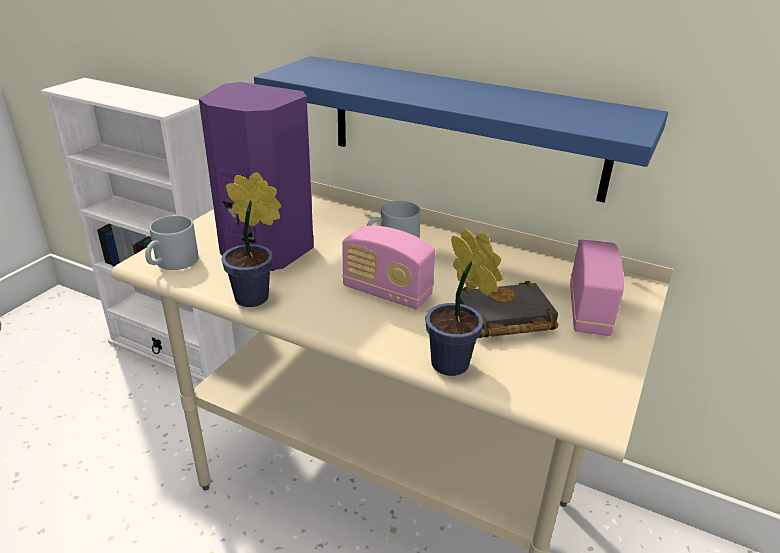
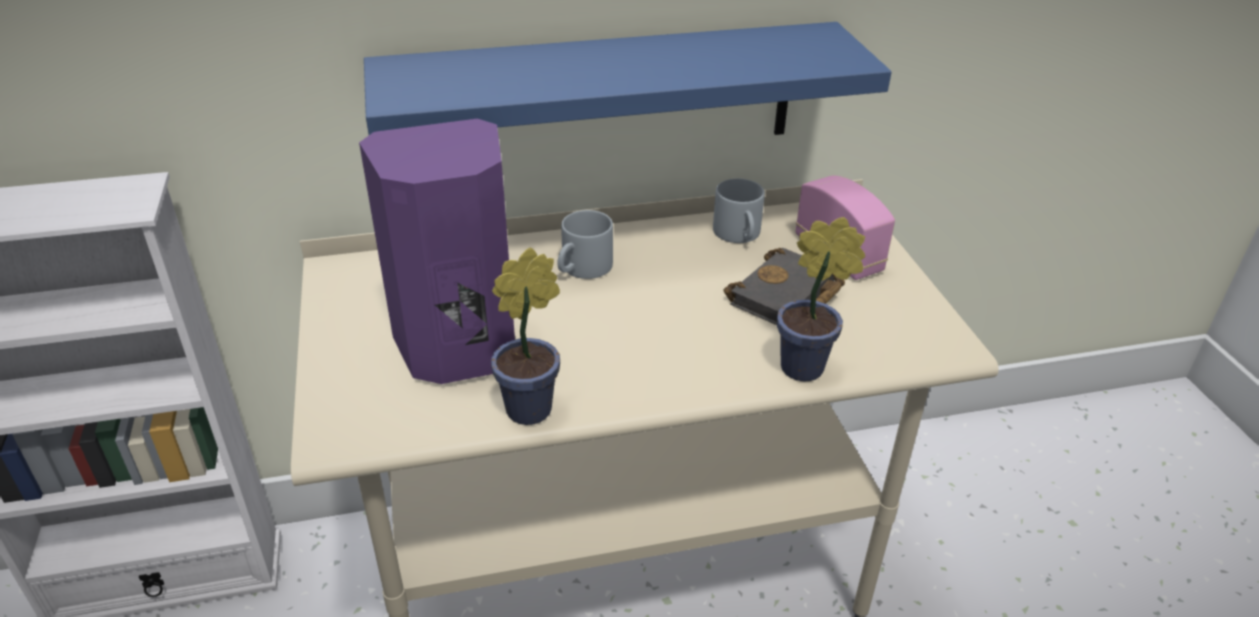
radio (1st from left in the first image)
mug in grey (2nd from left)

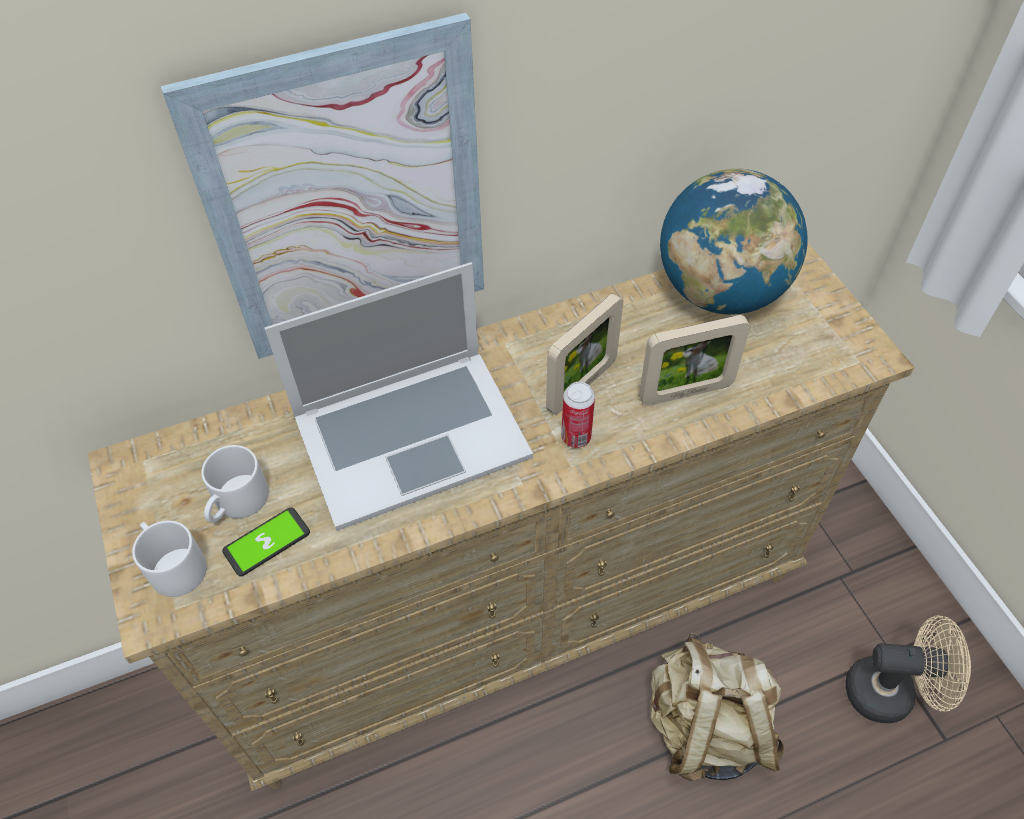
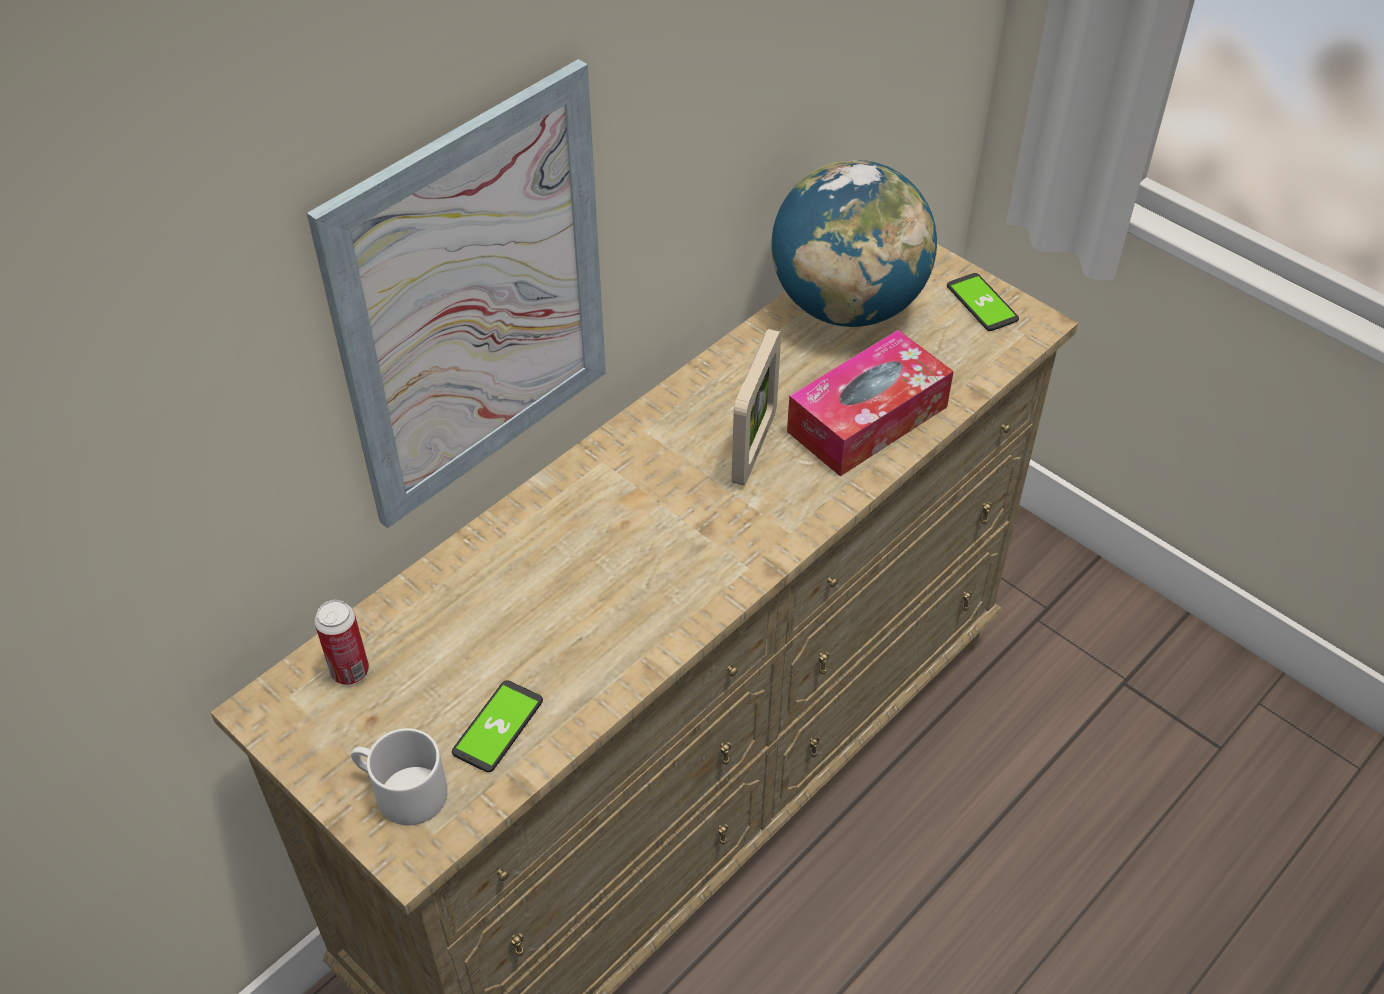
mug in white (2nd from left in the first image)
laptop
backpack in beige
fan in beige
phone (2nd from left)
can
tissue box

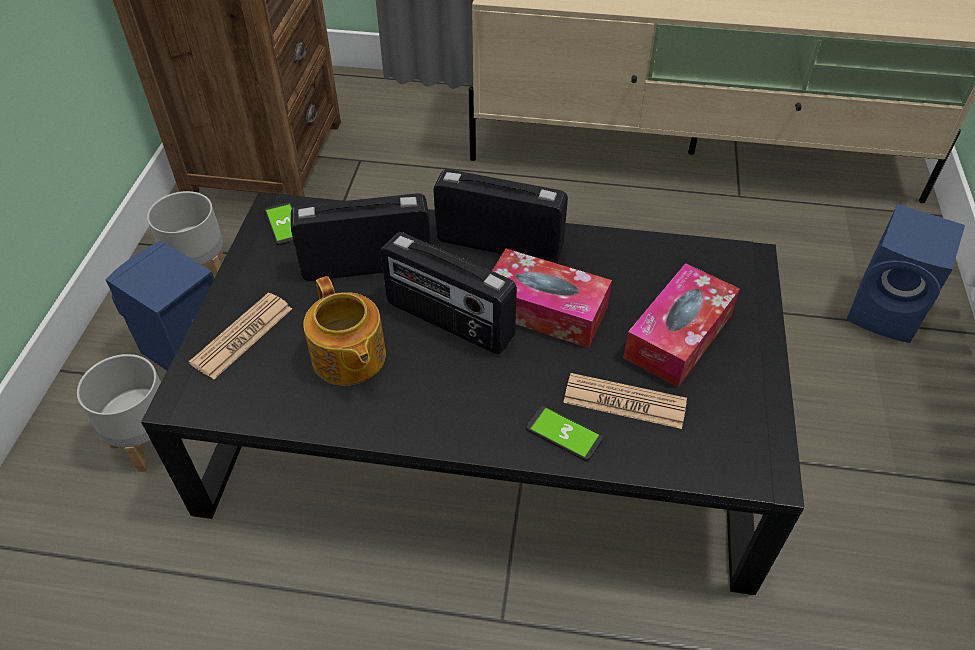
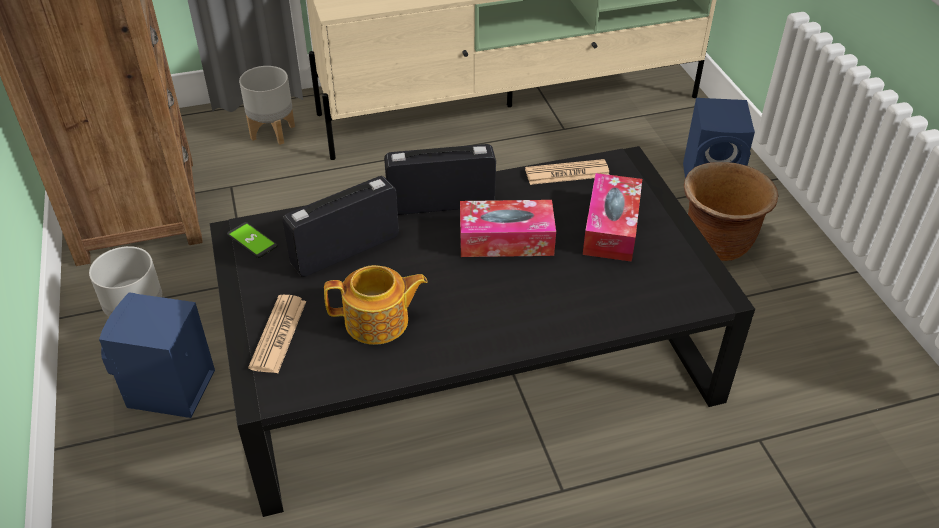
radio (2nd from left in the first image)
phone (2nd from left in the first image)
planter in brown
planter in grey (2nd from left)
newspaper (2nd from left)
teapot

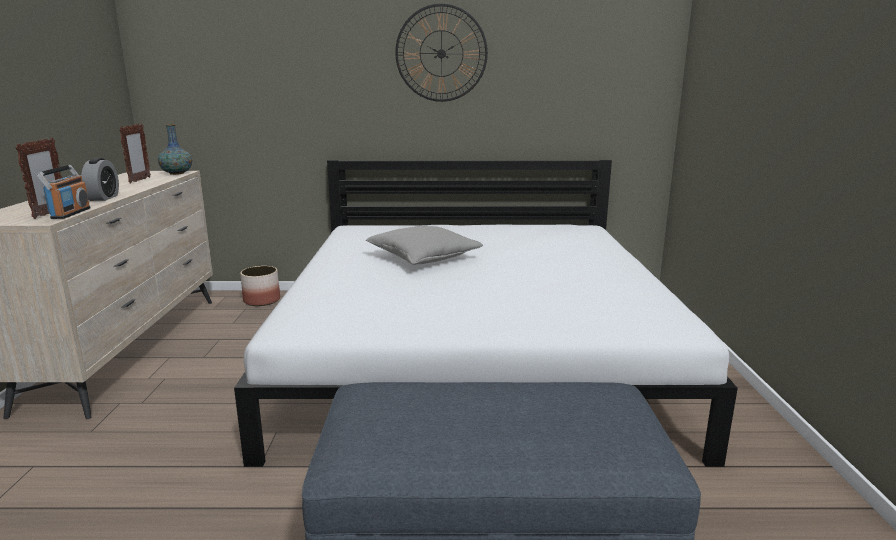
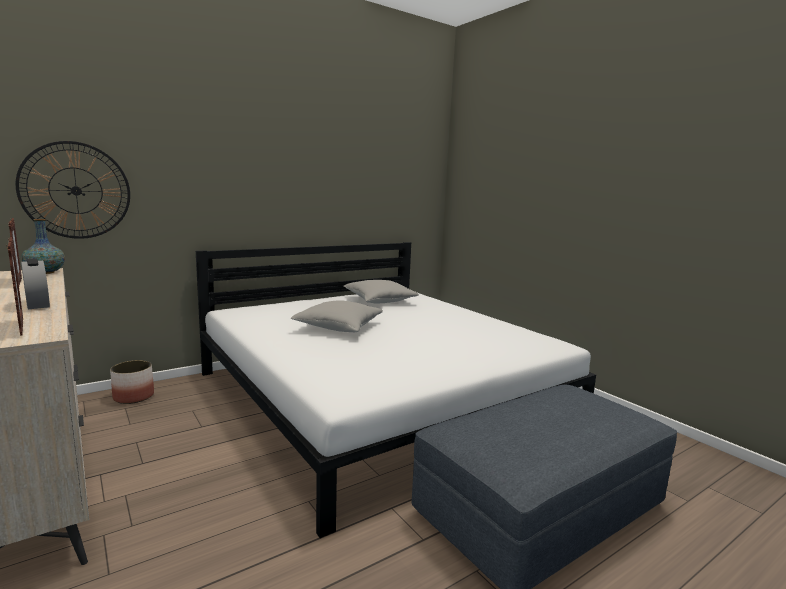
radio
pillow in grey (2nd from left)
wall clock

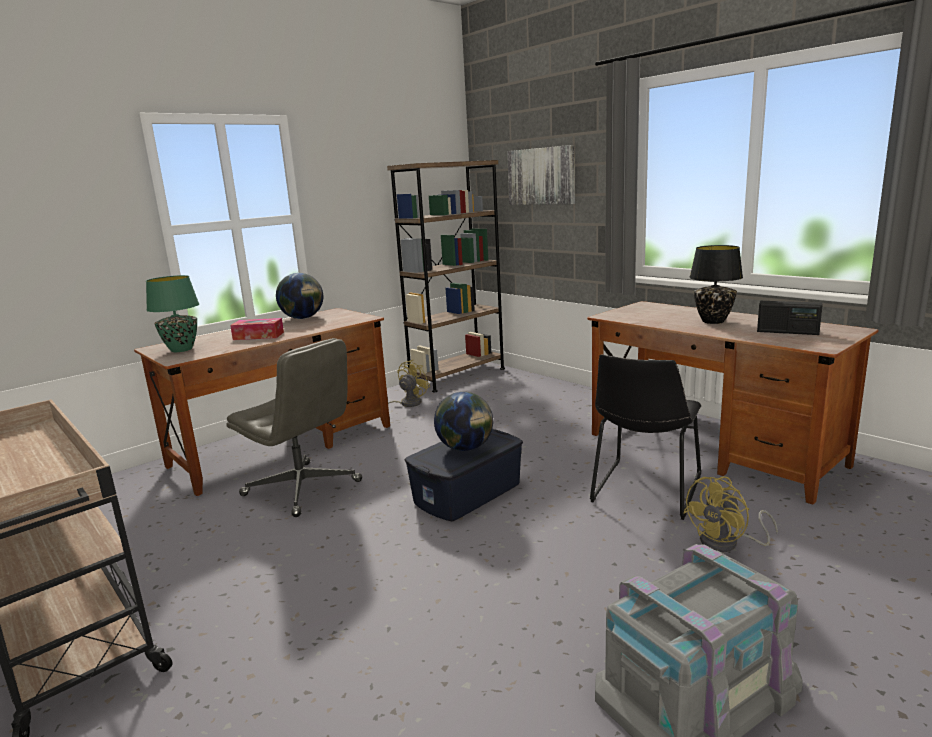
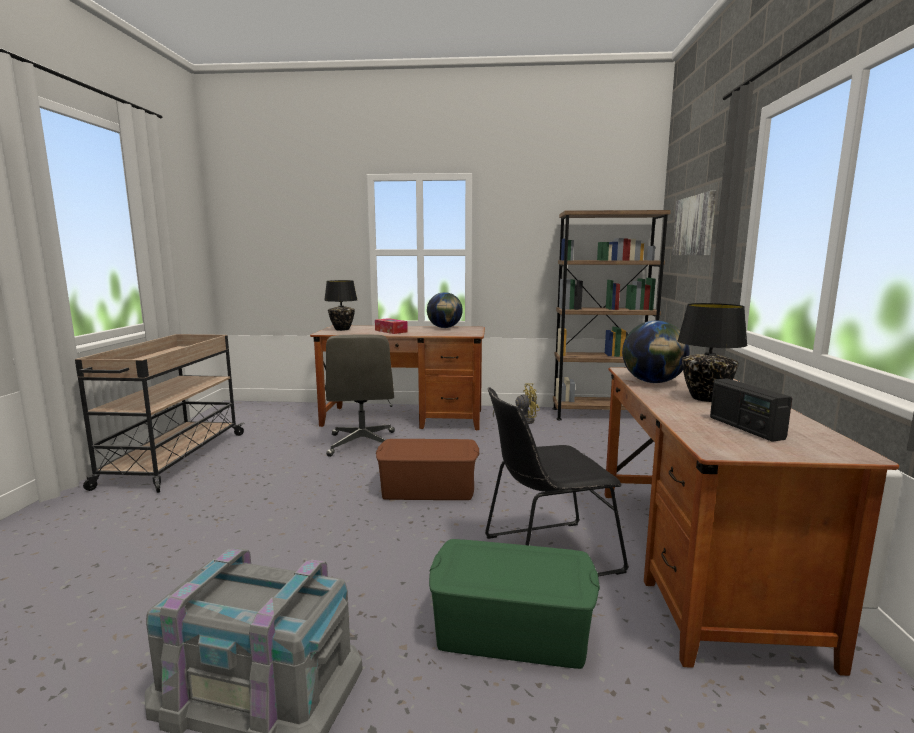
globe (2nd from left)
storage box in green
table lamp in black (1st from left)
storage box in brown

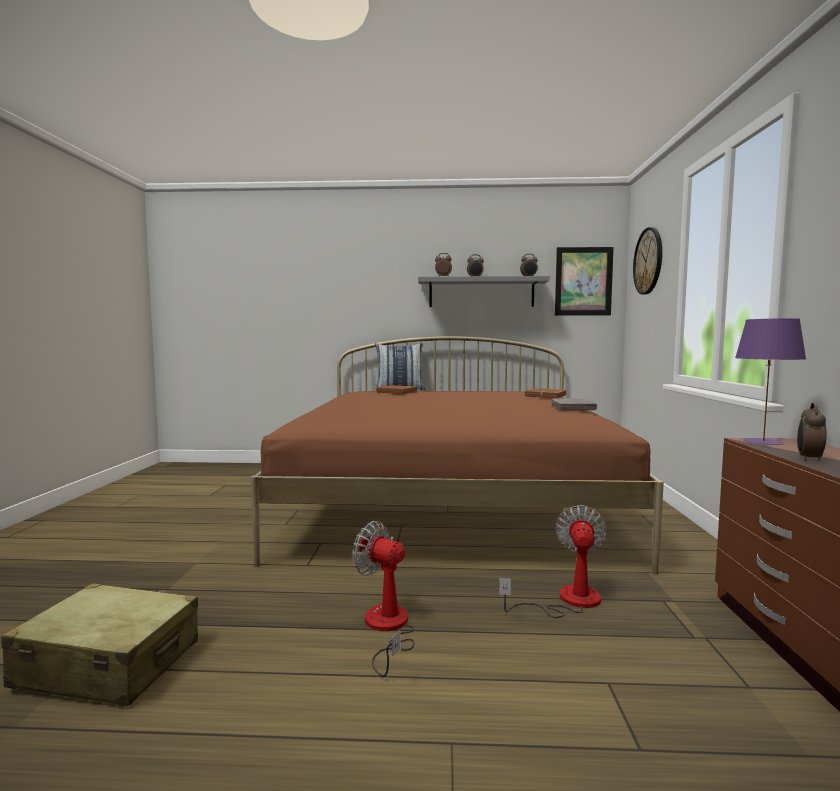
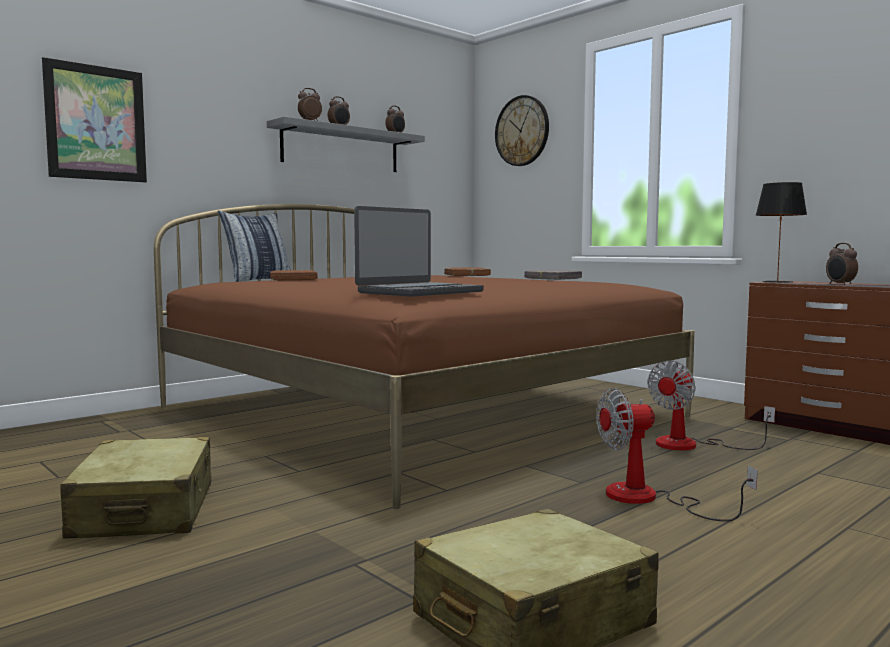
suitcase in beige (1st from left)
laptop
picture
table lamp in black
fan (2nd from left)

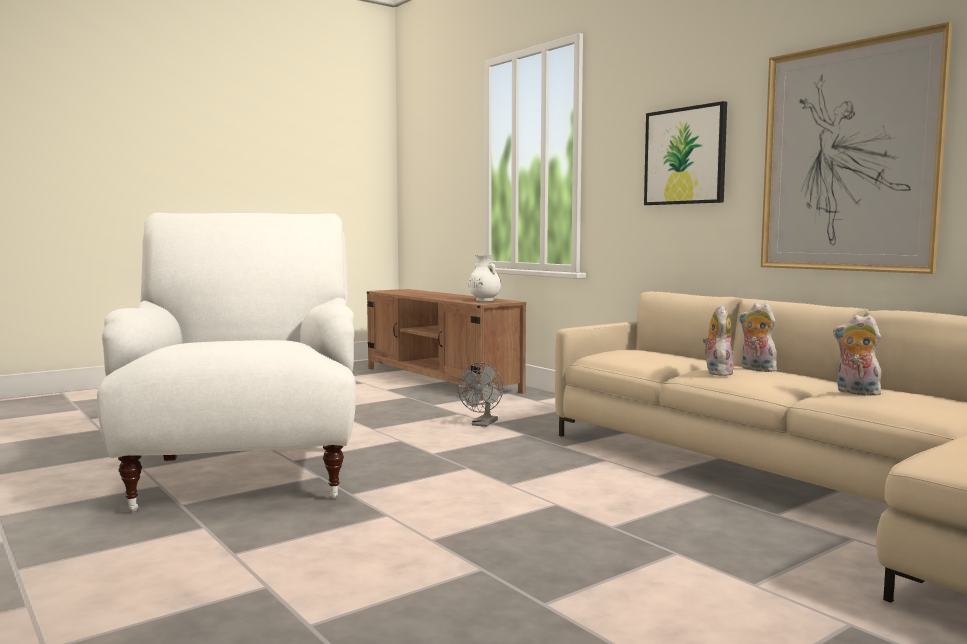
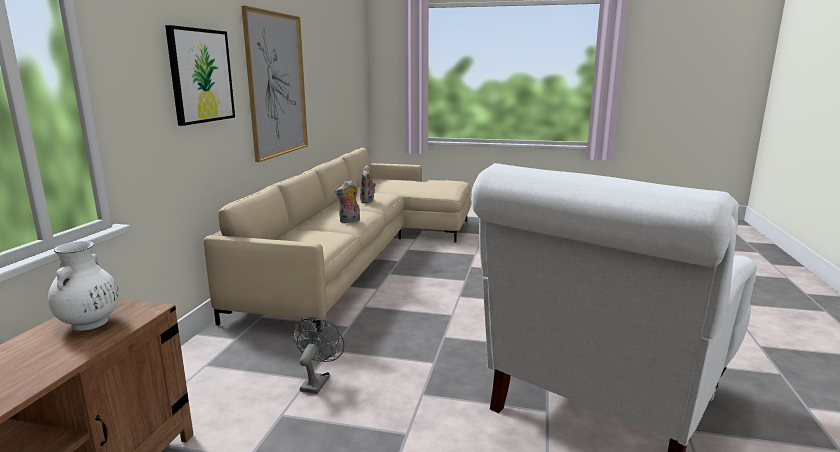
plush toy (2nd from left in the first image)
fan in grey

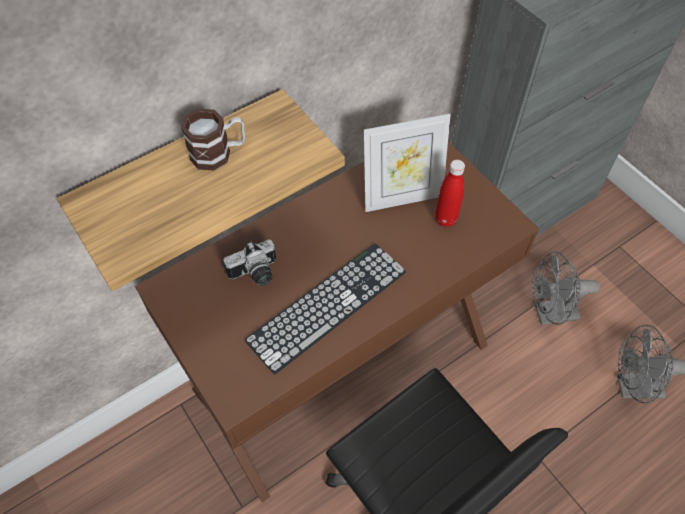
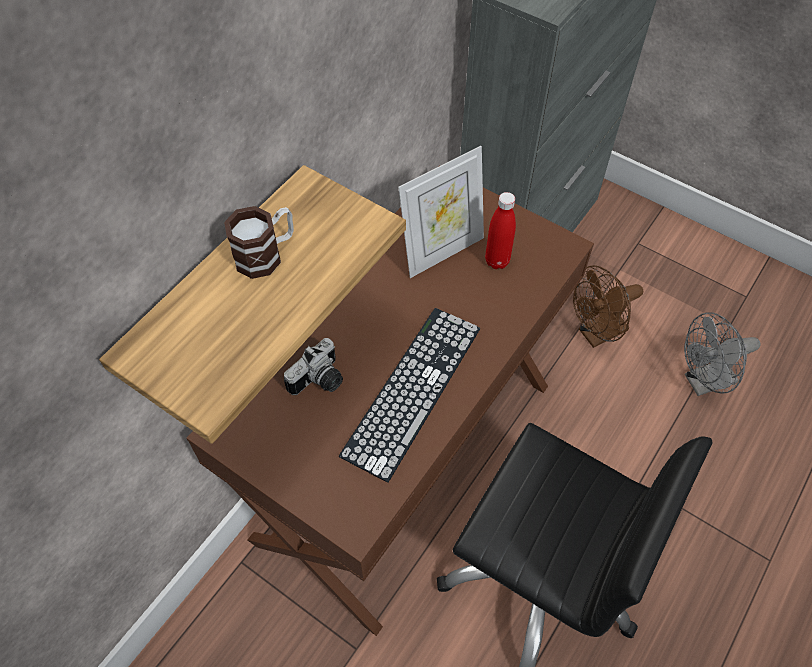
fan in brown

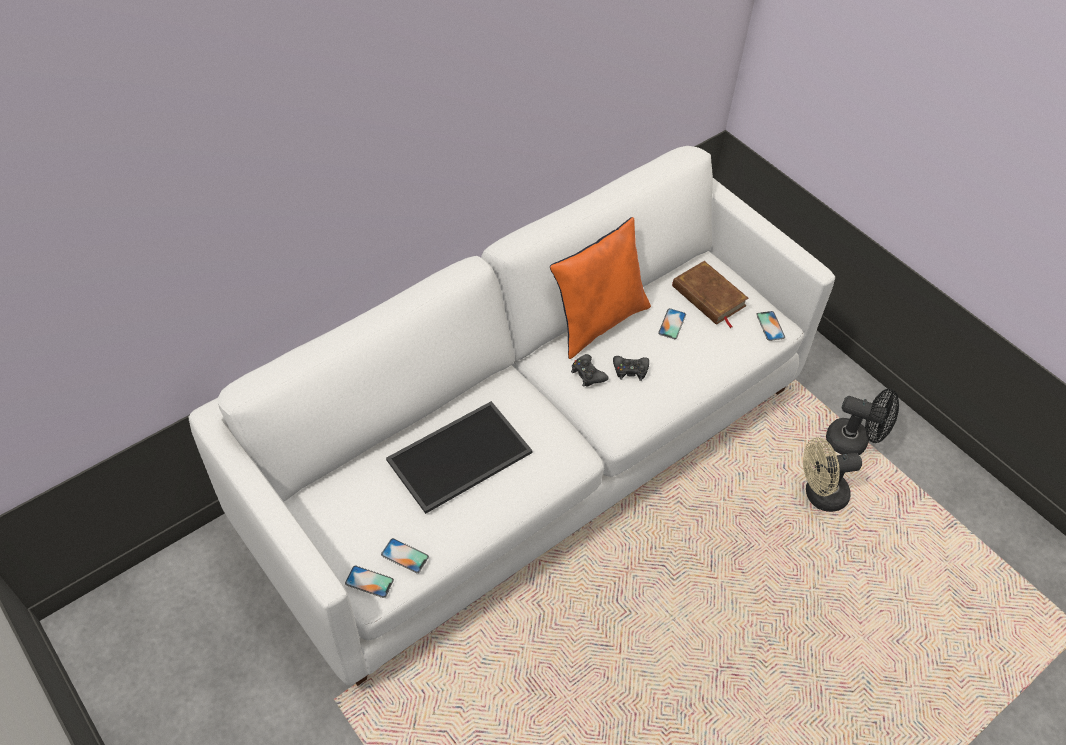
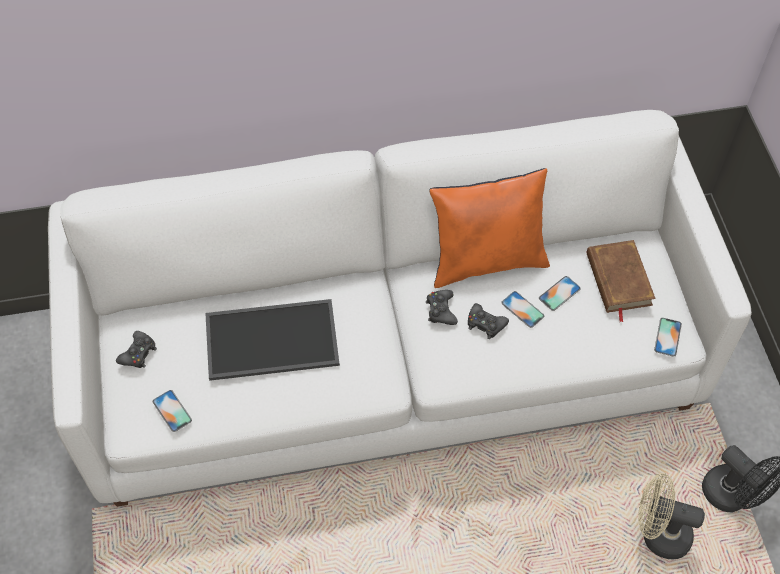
game controller in black (1st from left)
phone (2nd from left)

